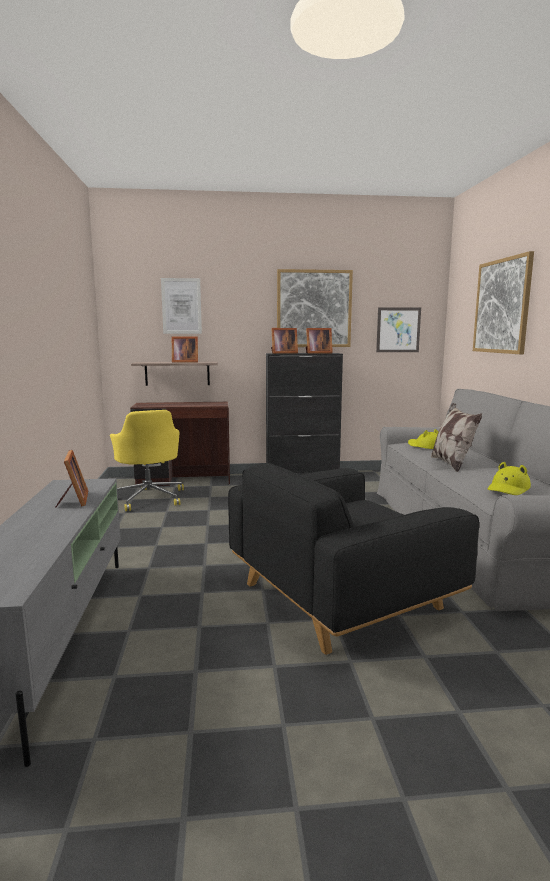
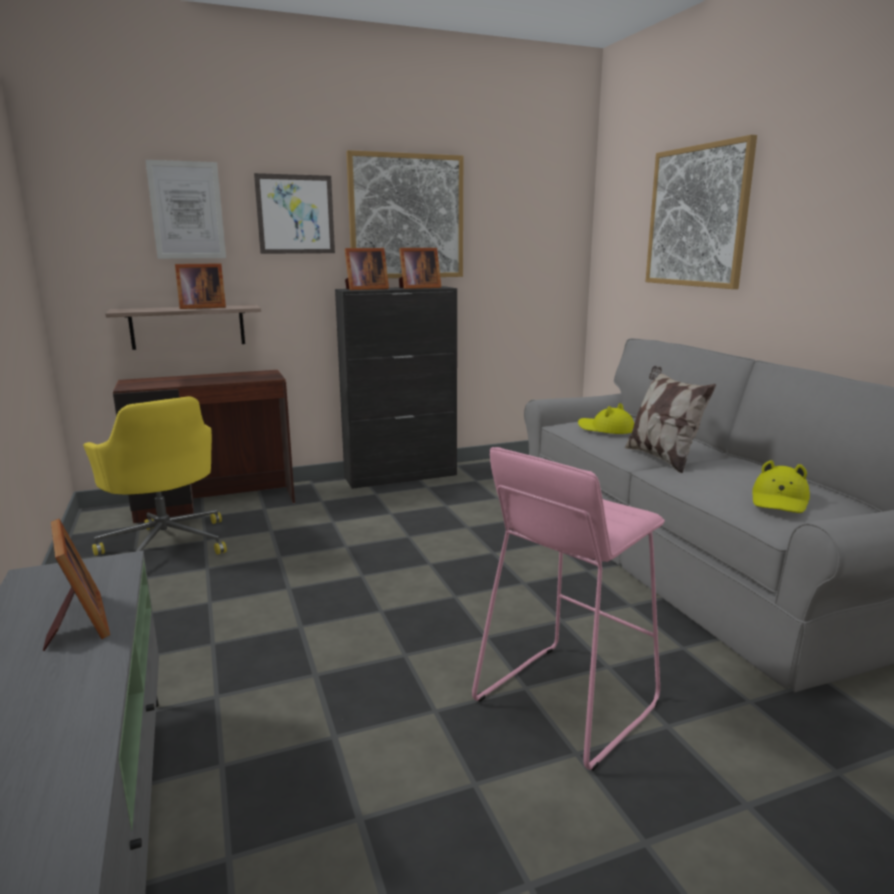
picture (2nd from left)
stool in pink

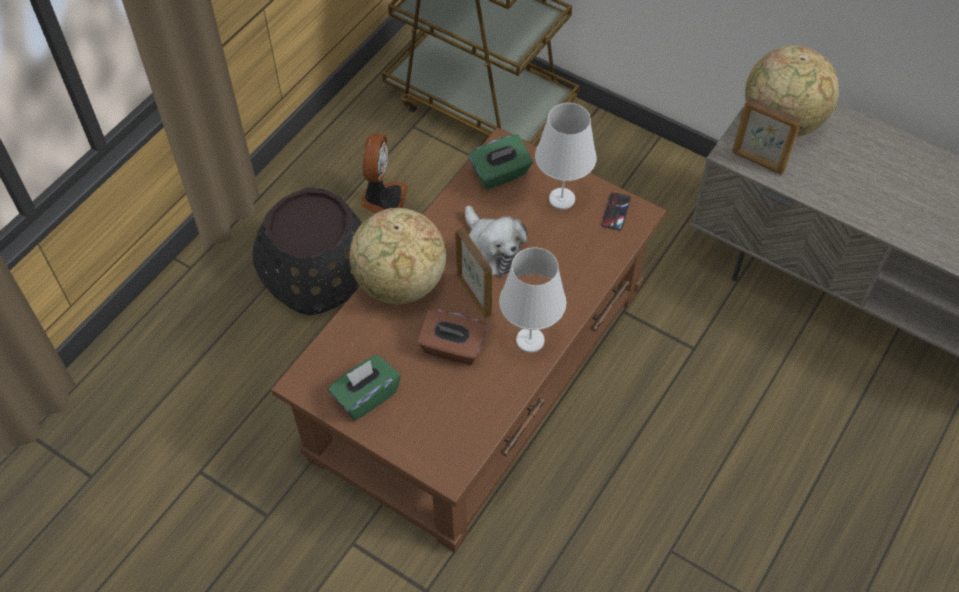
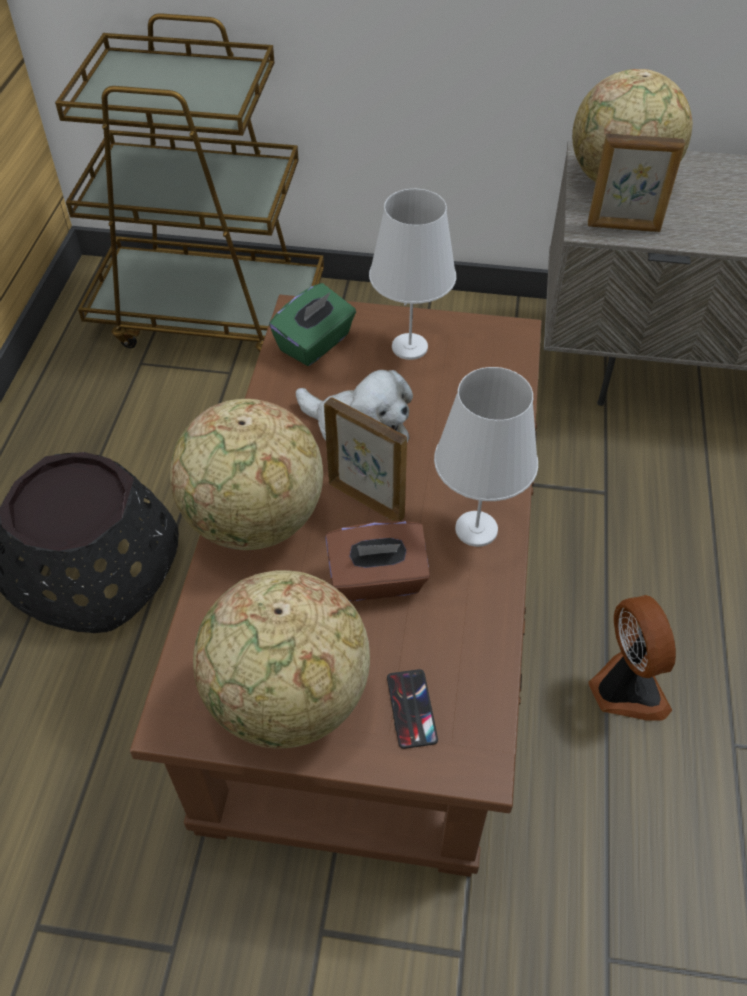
fan
phone
globe (2nd from left)

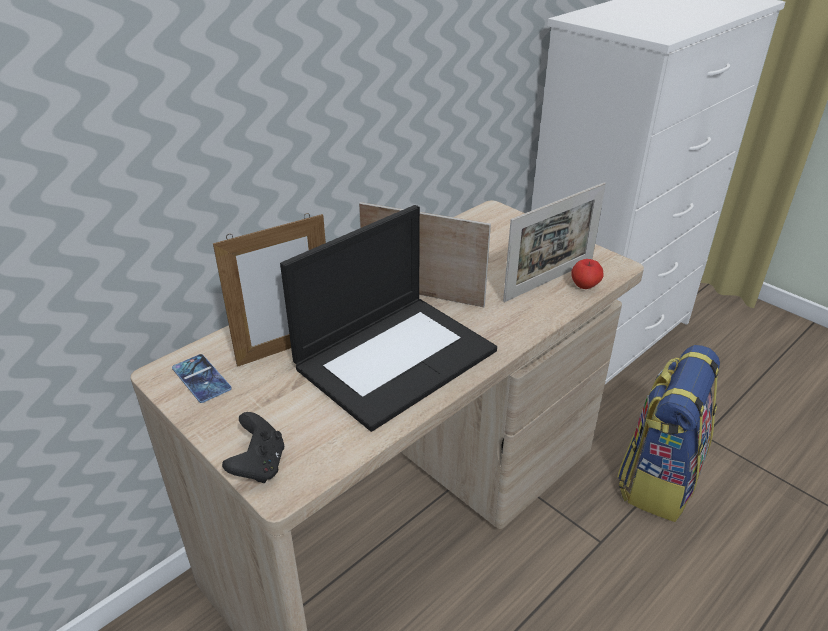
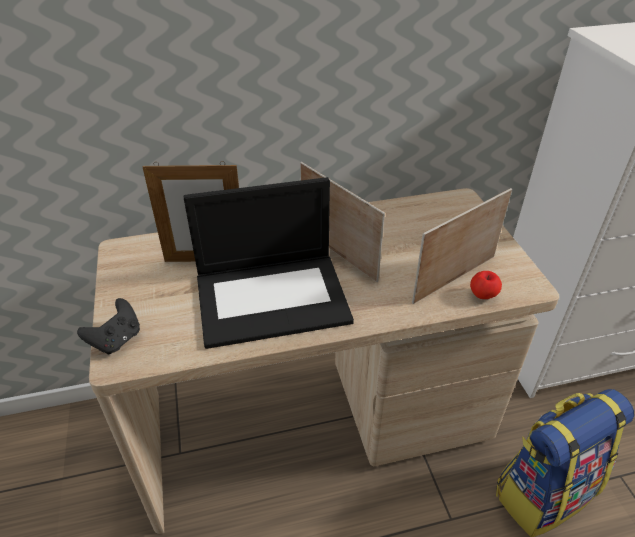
phone
picture frame (3rd from left)

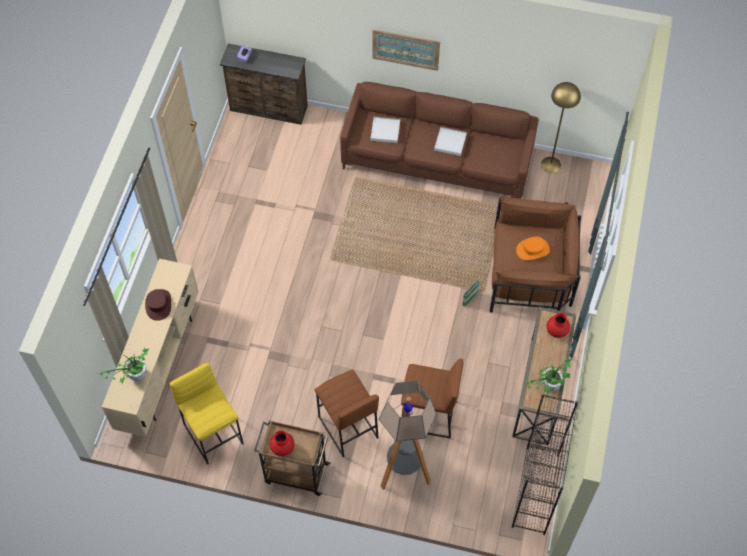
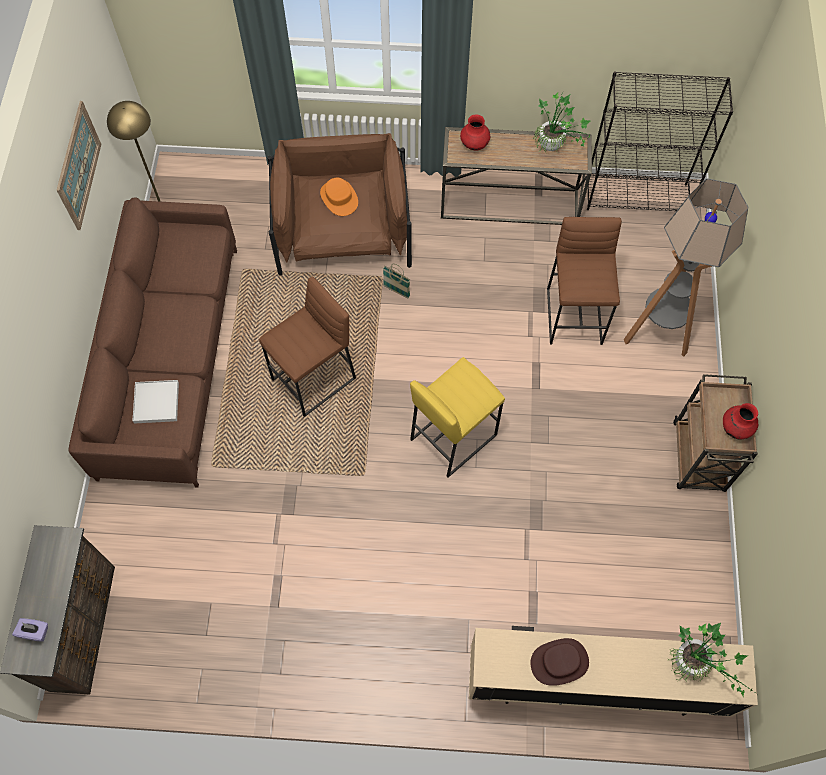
tray in white (2nd from left in the first image)
stool in yellow
stool in brown (1st from left)
picture

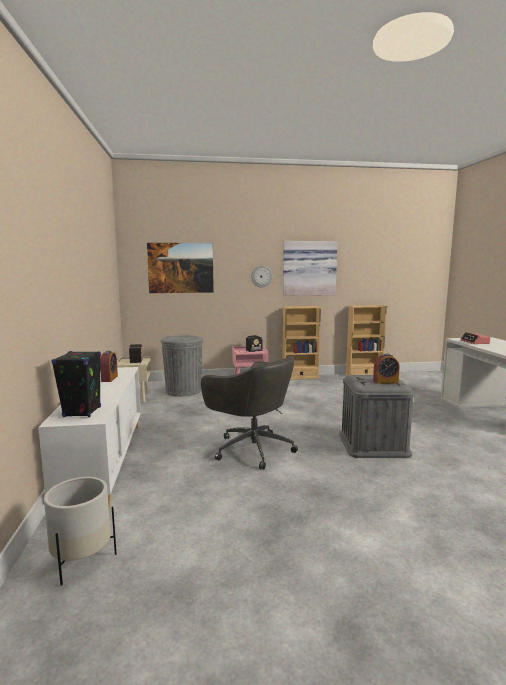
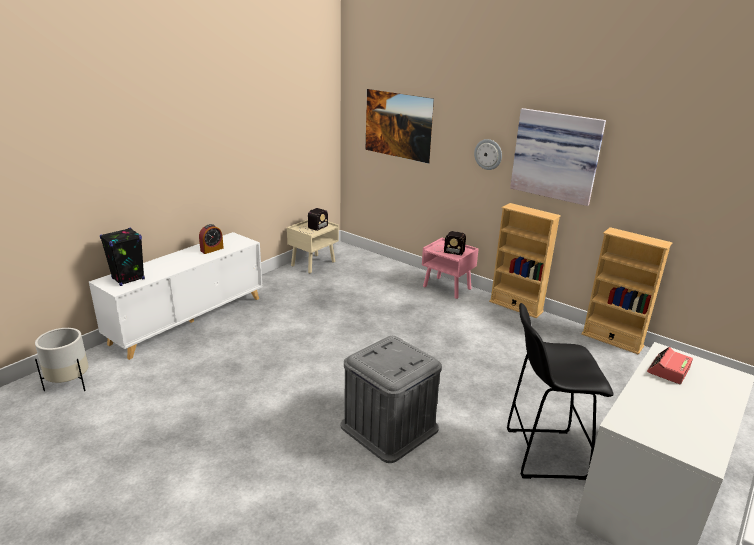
trash can in grey
office chair in grey
alarm clock (2nd from left in the first image)
stool in black

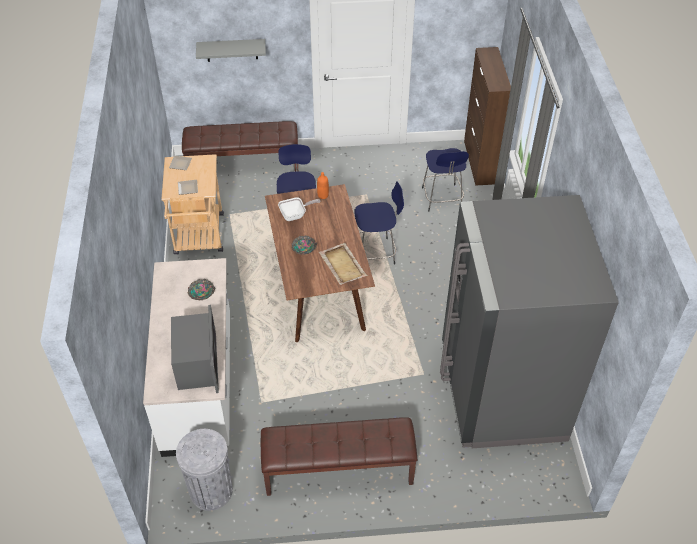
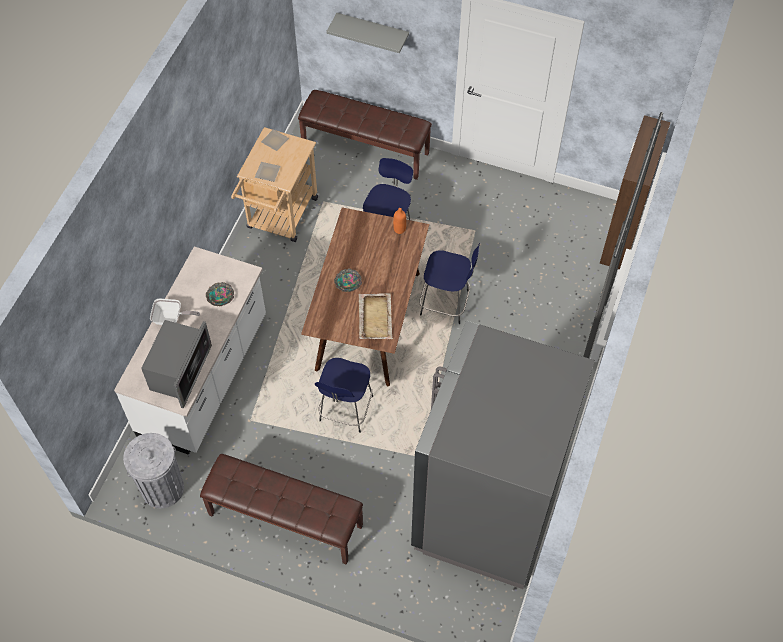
frying pan
stool in blue (1st from left)

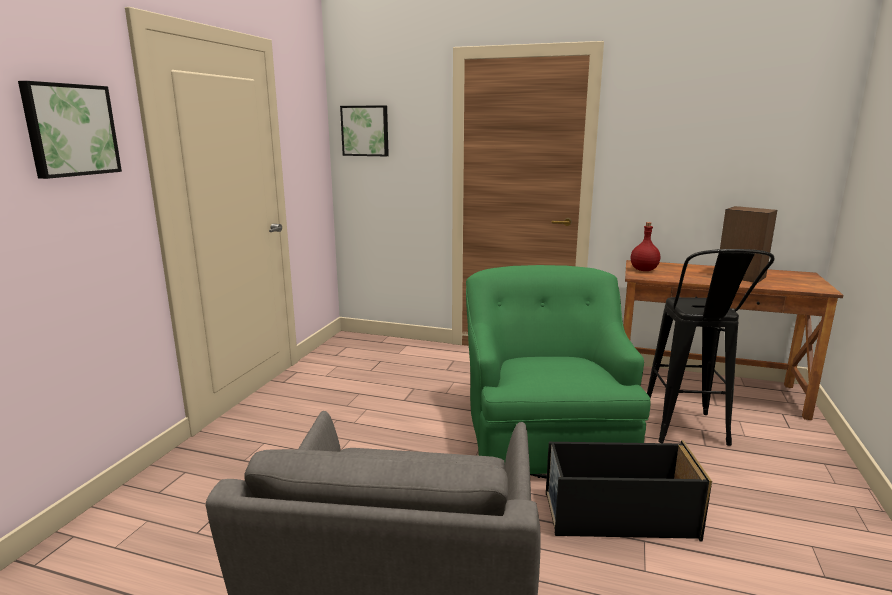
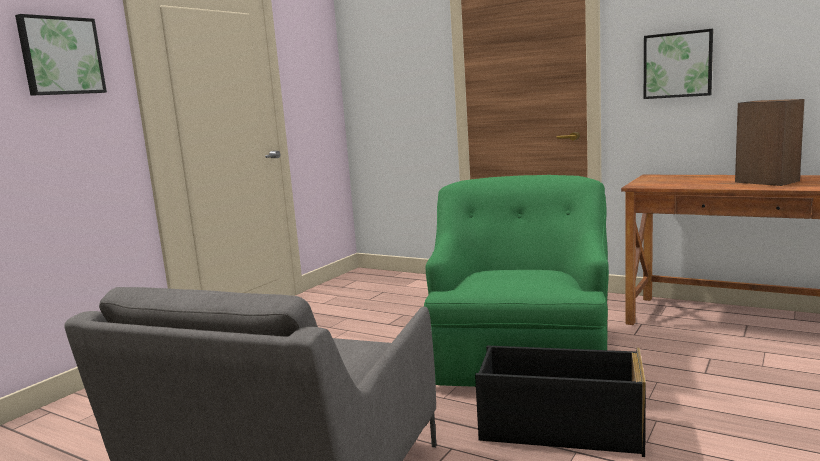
bottle in red
stool in black
picture (2nd from left)

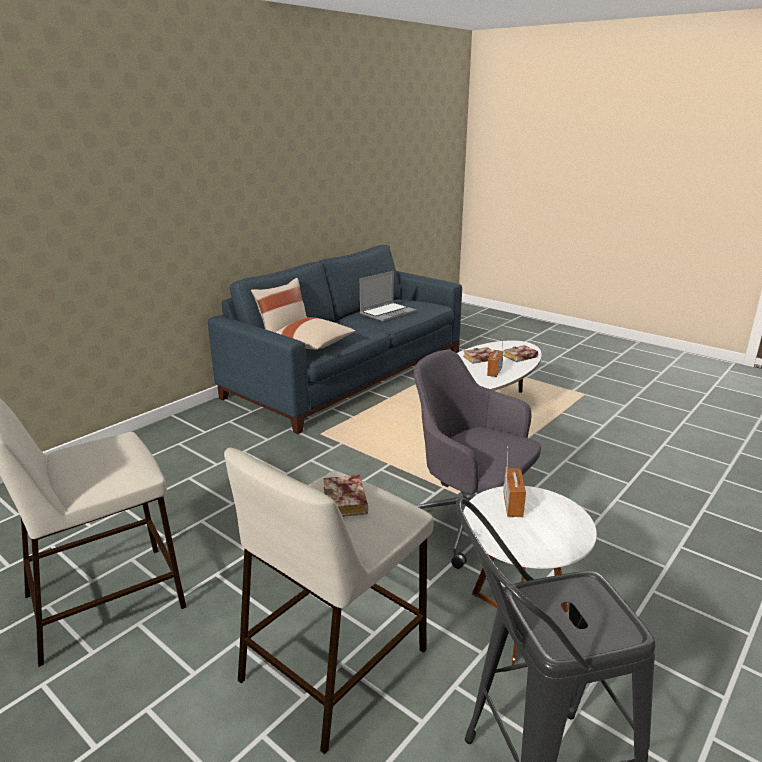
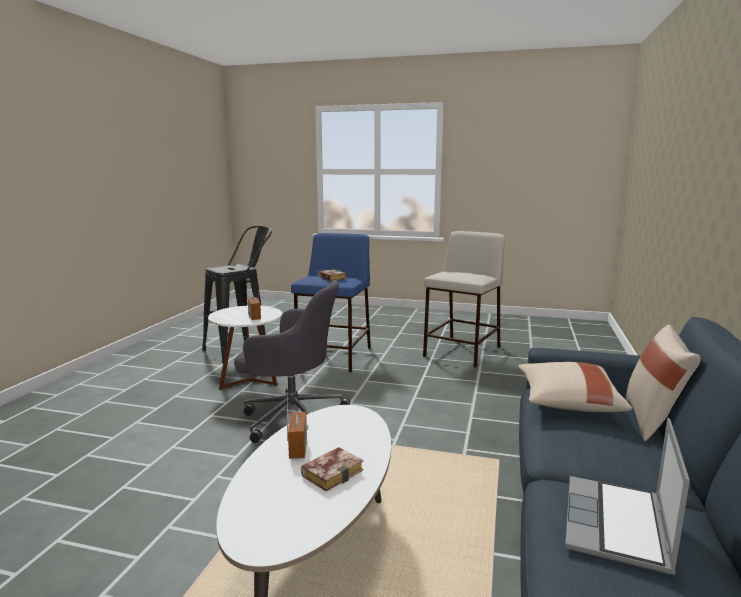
book (3rd from left in the first image)
stool in blue

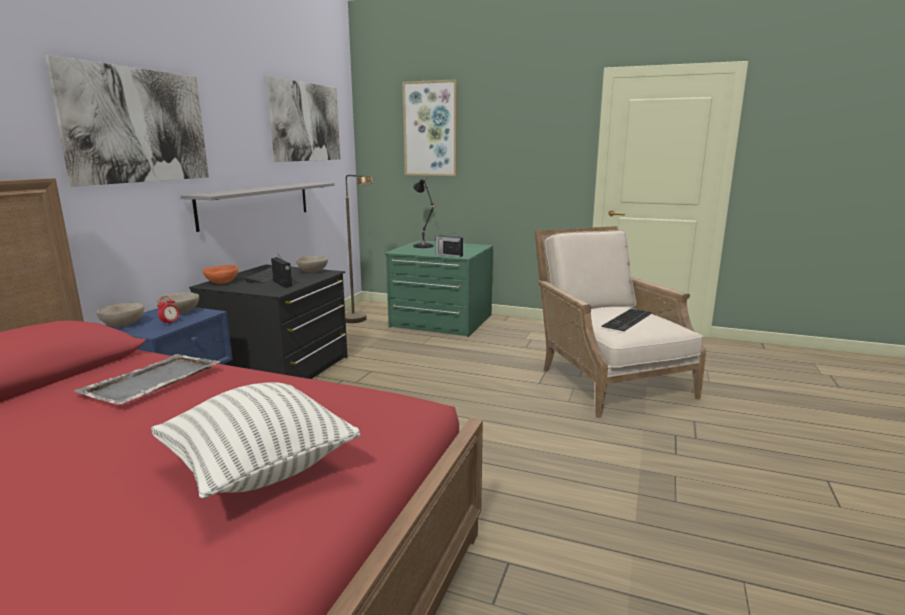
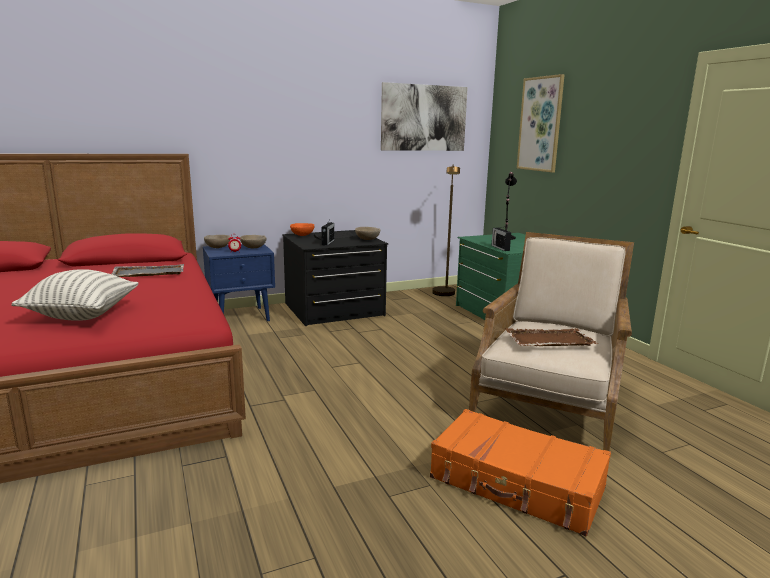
picture (1st from left in the first image)
shelf in grey
suitcase in orange
tray in brown

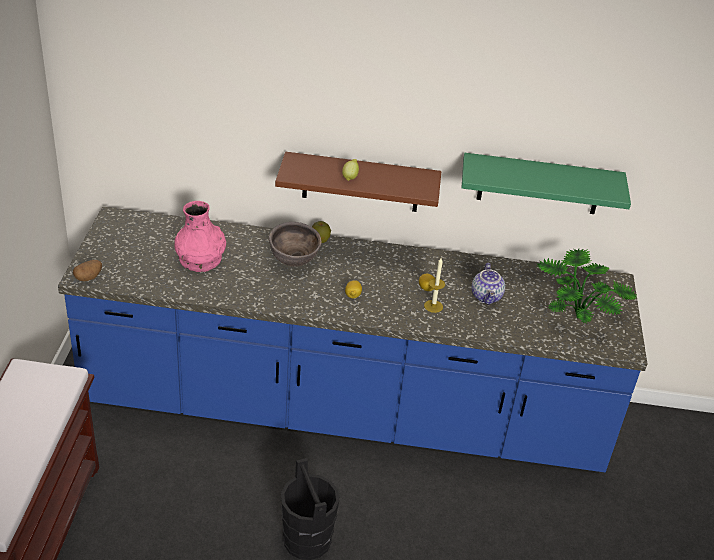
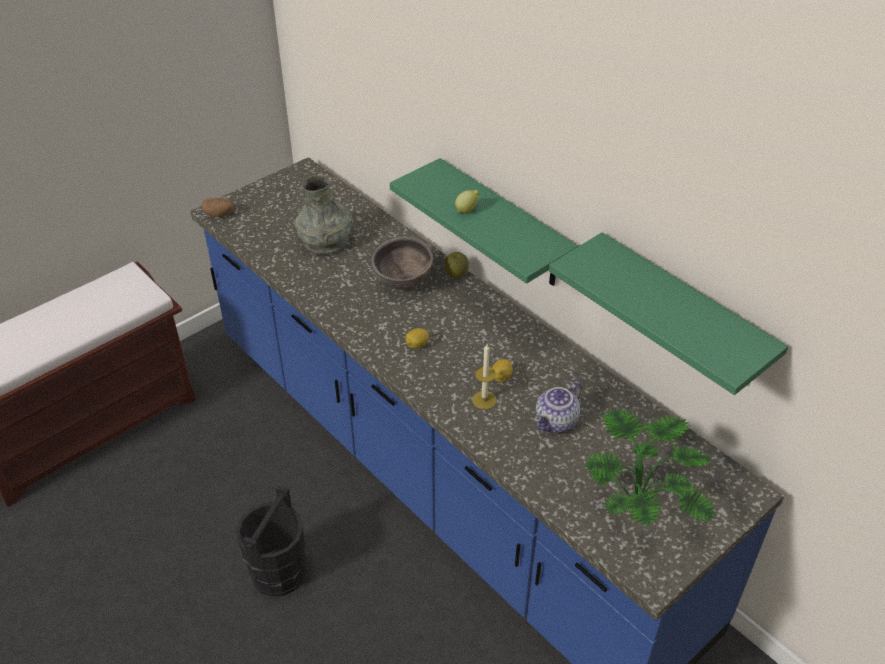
vase in grey
shelf in green (1st from left)

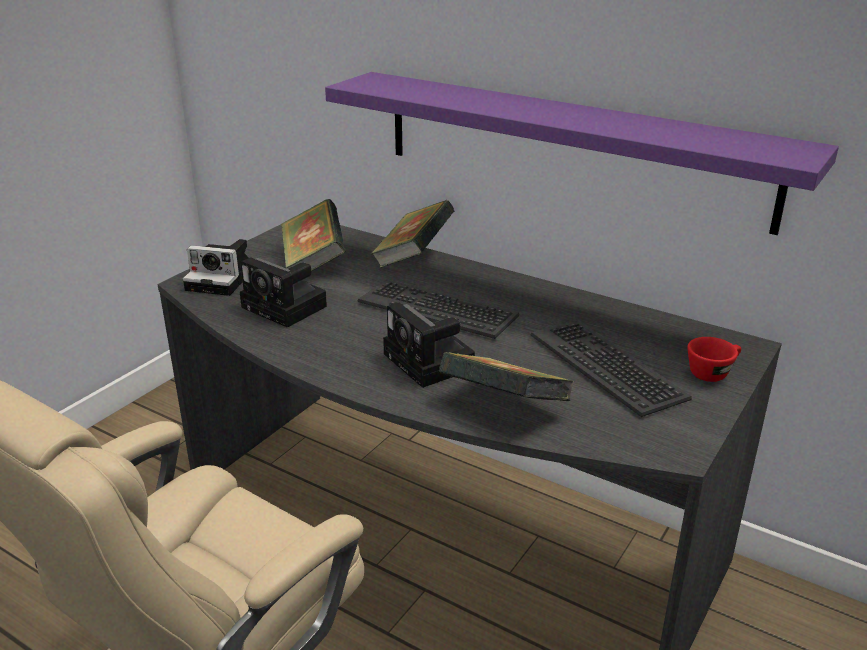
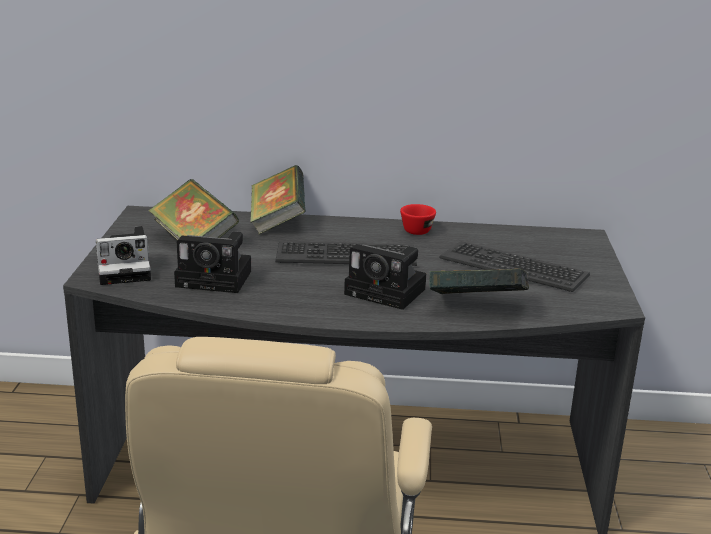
shelf in purple
cup in red

